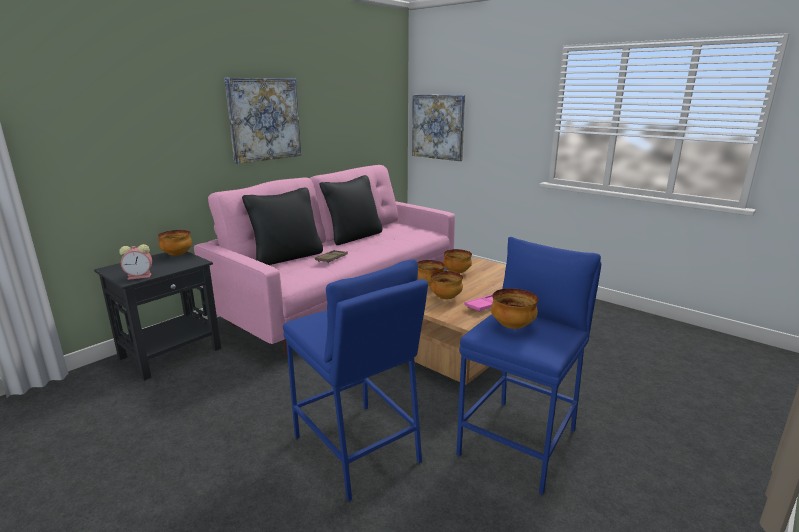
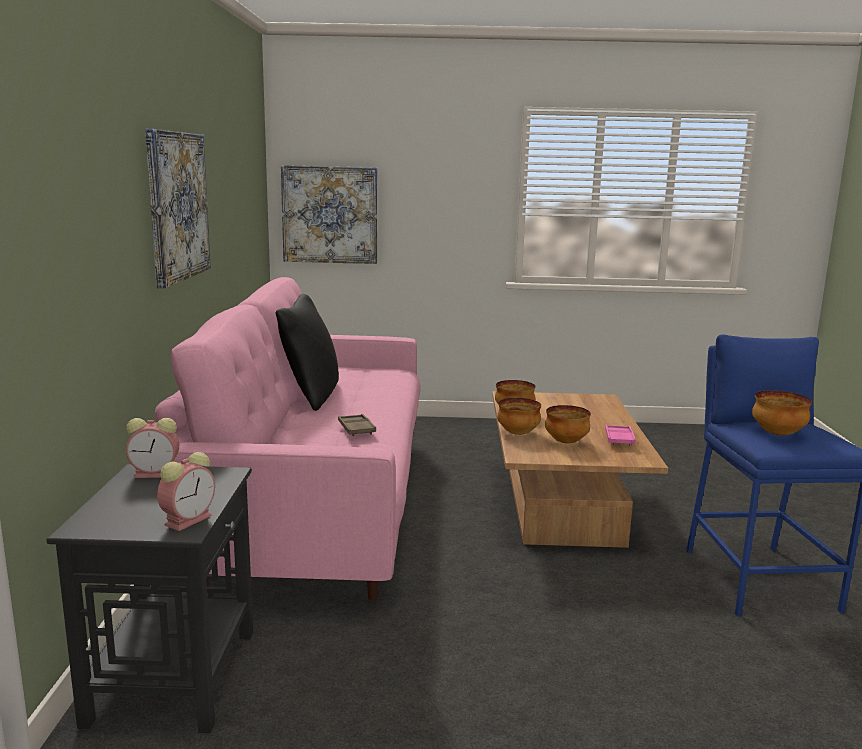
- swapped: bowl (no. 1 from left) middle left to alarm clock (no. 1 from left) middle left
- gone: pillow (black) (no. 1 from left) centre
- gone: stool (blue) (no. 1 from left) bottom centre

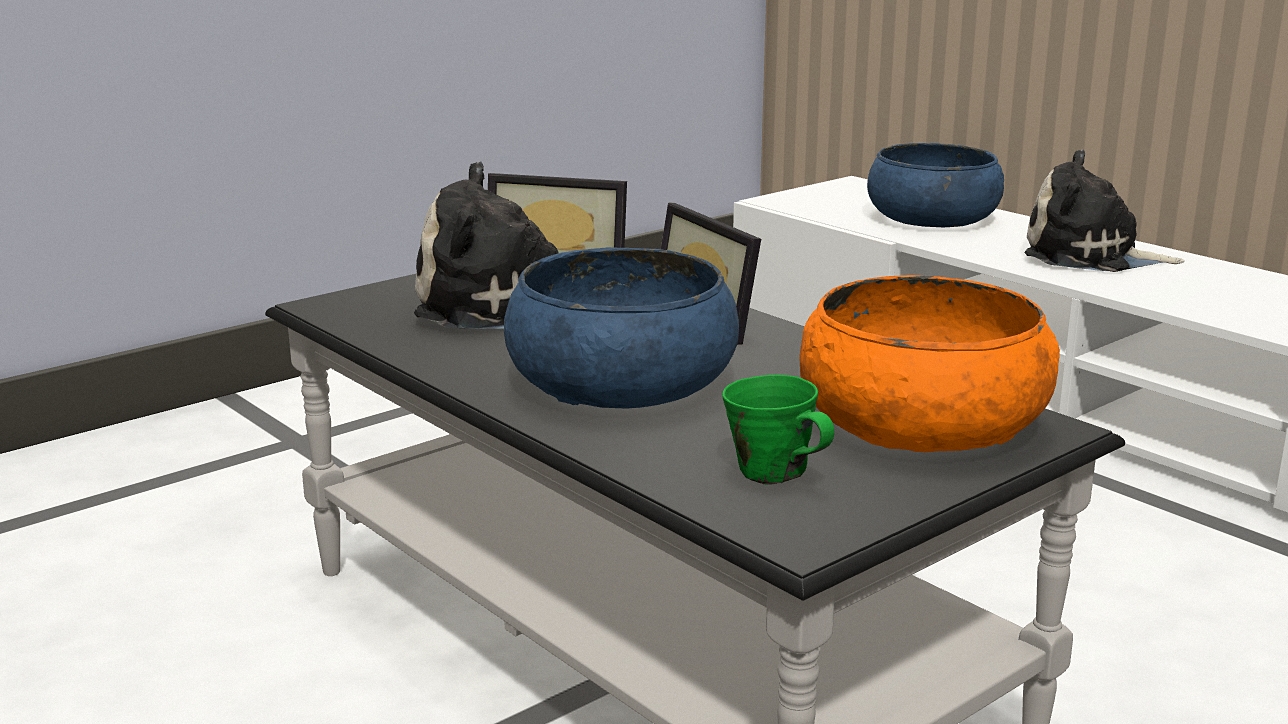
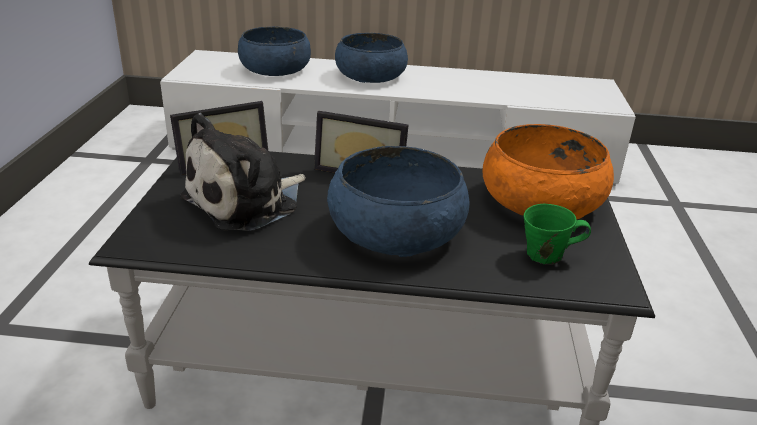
- swapped: plush toy (no. 2 from left) top right to bowl (blue) (no. 2 from left) top centre

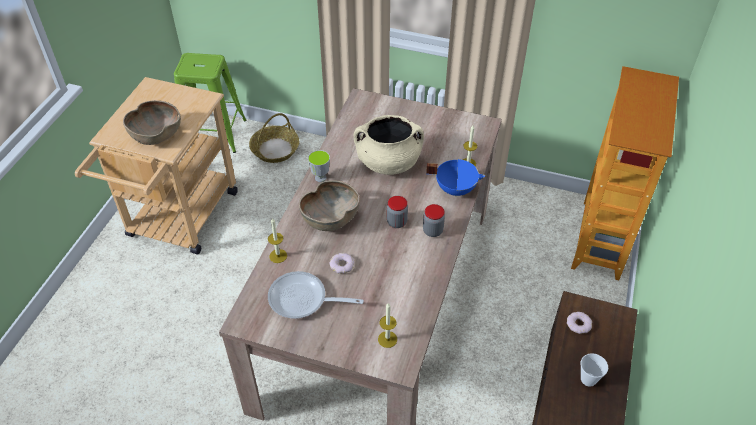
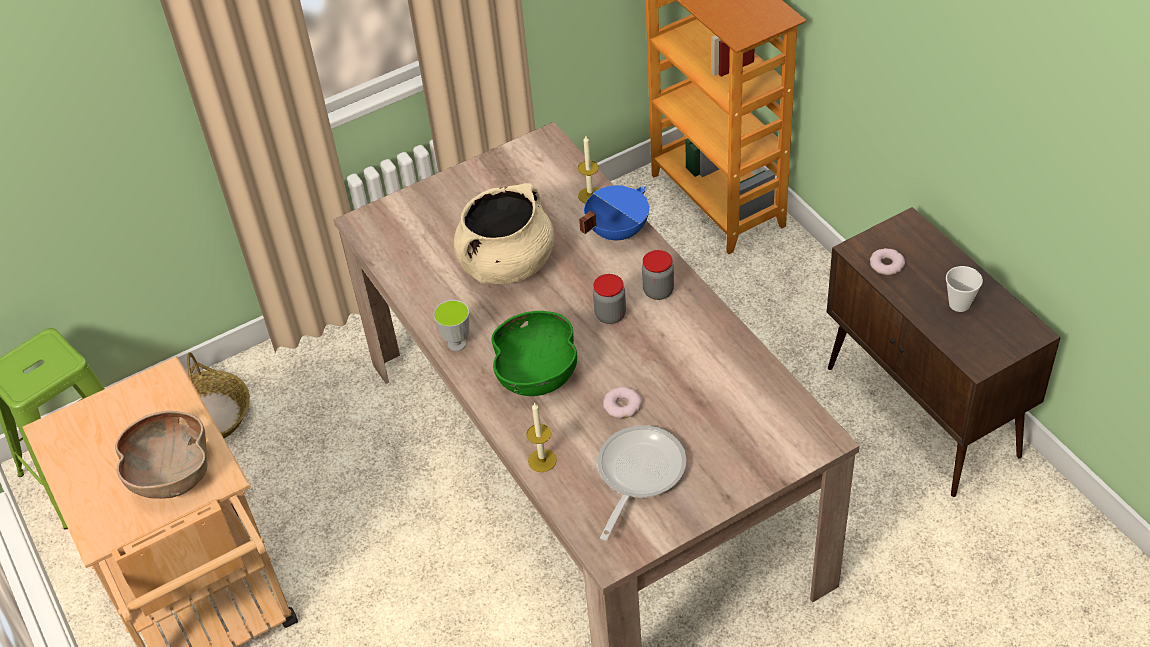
- rotated: frying pan bottom centre = bottom centre 150 degrees clockwise
- repainted: bowl (brown) (no. 2 from left) centre to bowl (green) centre
- gone: candle (no. 2 from left) bottom centre

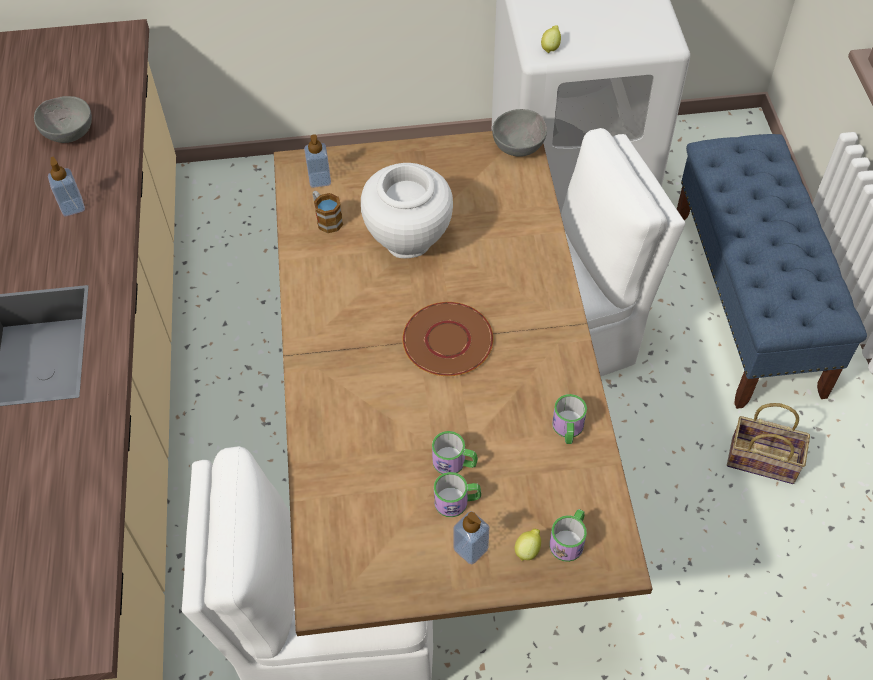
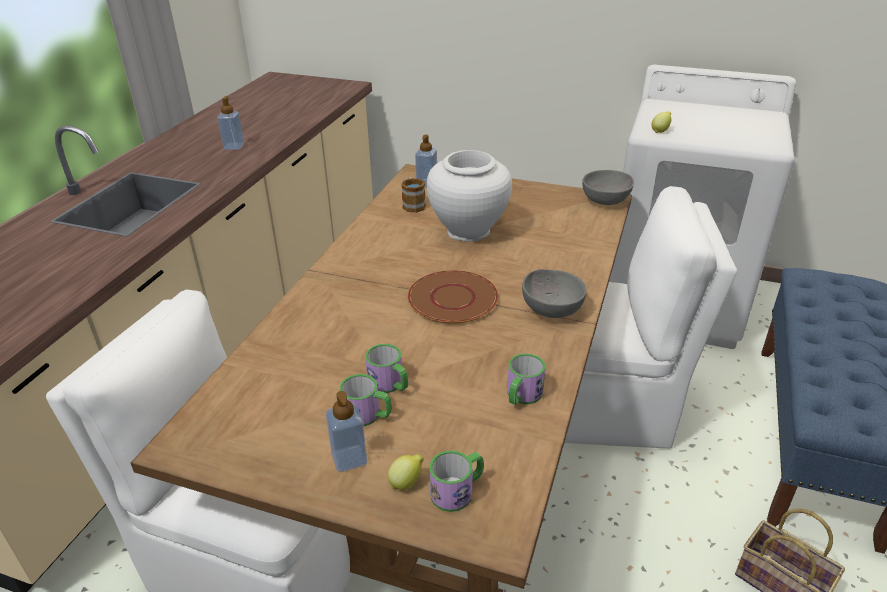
- shifted: bowl (grey) (no. 1 from left) top left to centre

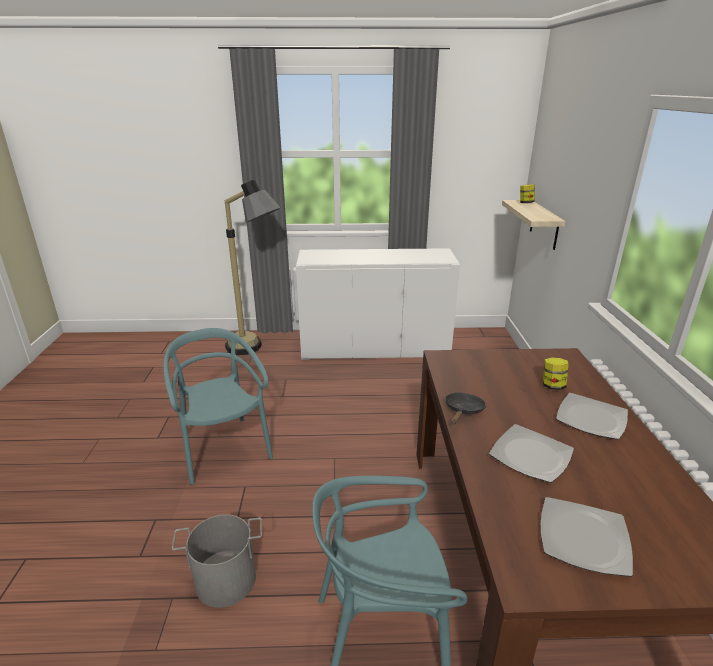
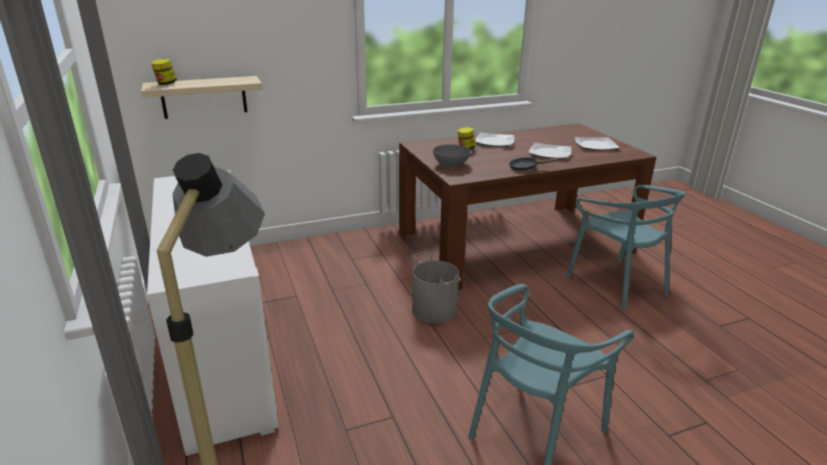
- shifted: bucket (grey) bottom left to centre
- new: bowl (grey) centre

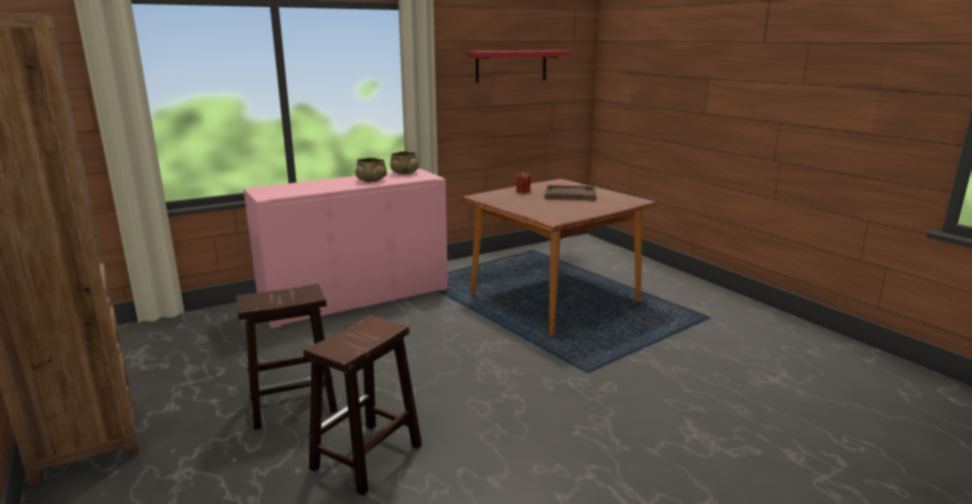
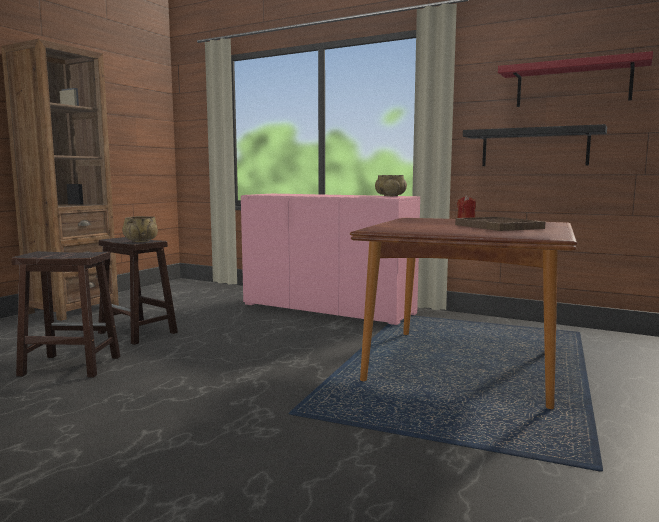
- shifted: bowl (beige) (no. 1 from left) centre to middle left
- new: shelf (black) top right

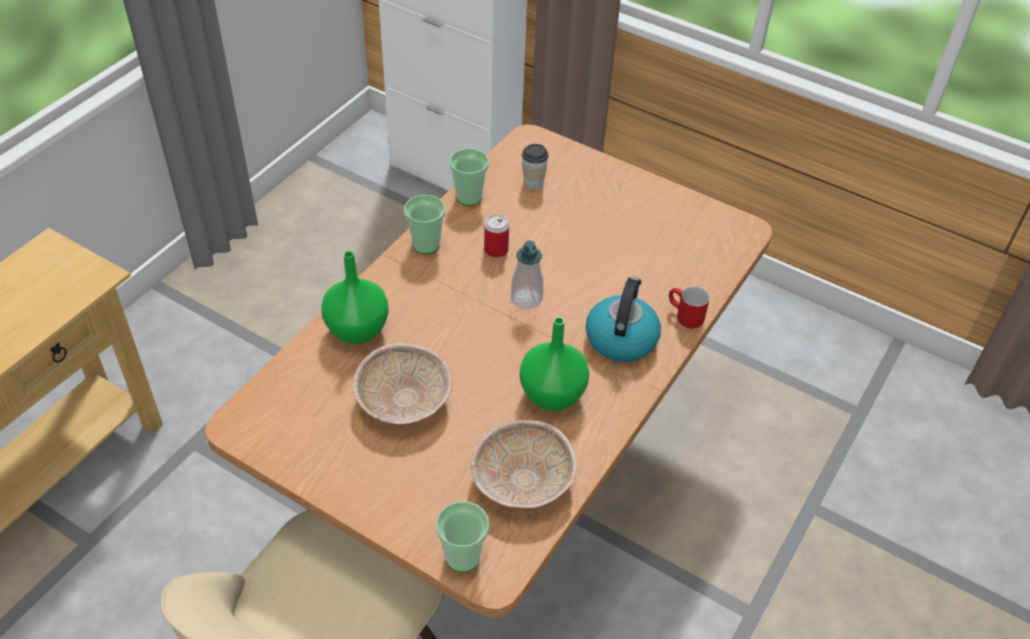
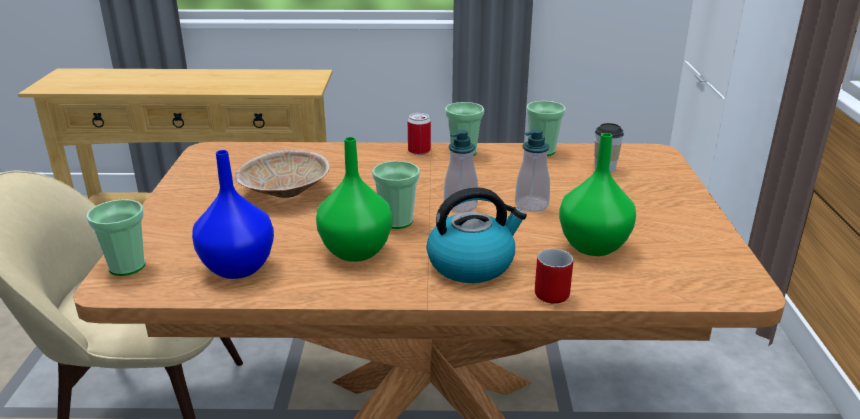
- shifted: vase (green) (no. 1 from left in the first image) centre to vase (green) (no. 2 from left) middle right
- swapped: bowl (beige) (no. 2 from left) bottom centre to vase (blue) middle left
- shifted: can centre to top centre
- new: cup (no. 2 from left) centre
- new: soap dispenser (no. 2 from left) centre

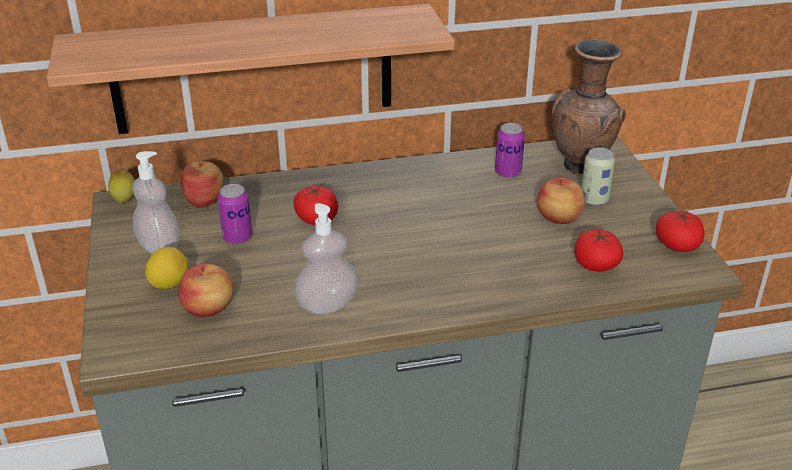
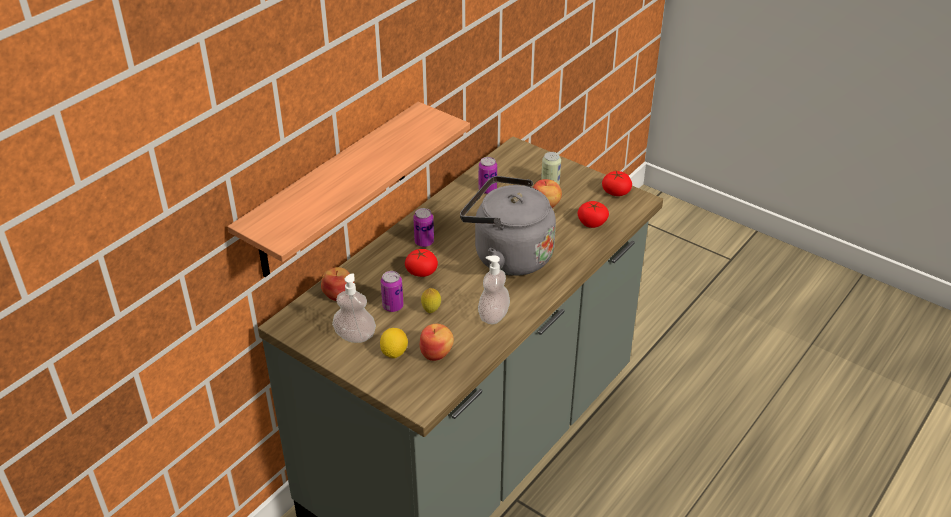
- shifted: lemon (no. 1 from left in the first image) middle left to lemon (no. 2 from left) centre
- gone: vase (brown) top right
- new: can (no. 2 from left) centre
- new: kettle (grey) centre

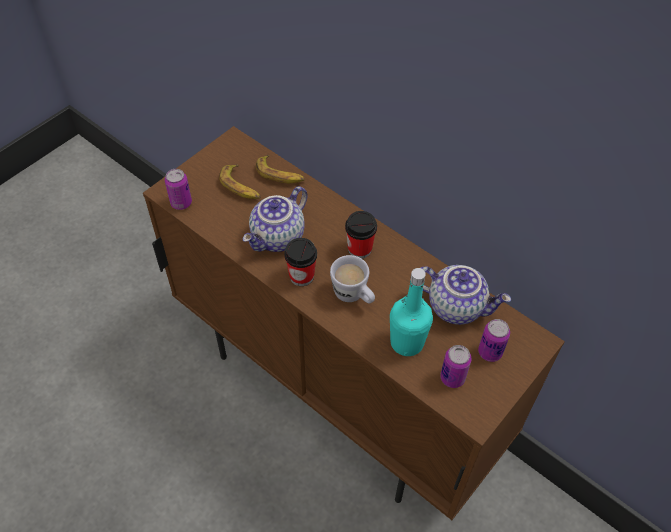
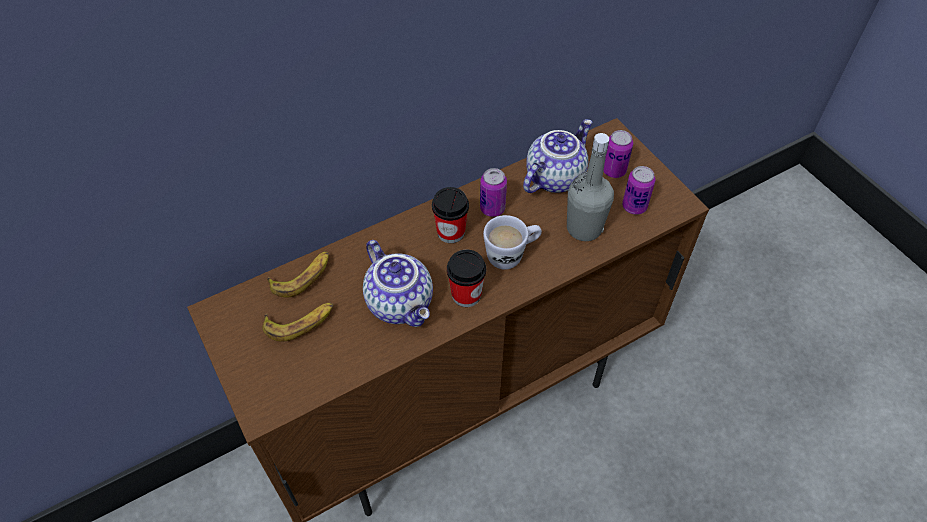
- shifted: can (no. 1 from left) middle left to centre
- repainted: bottle (turquoise) centre to bottle (grey) centre

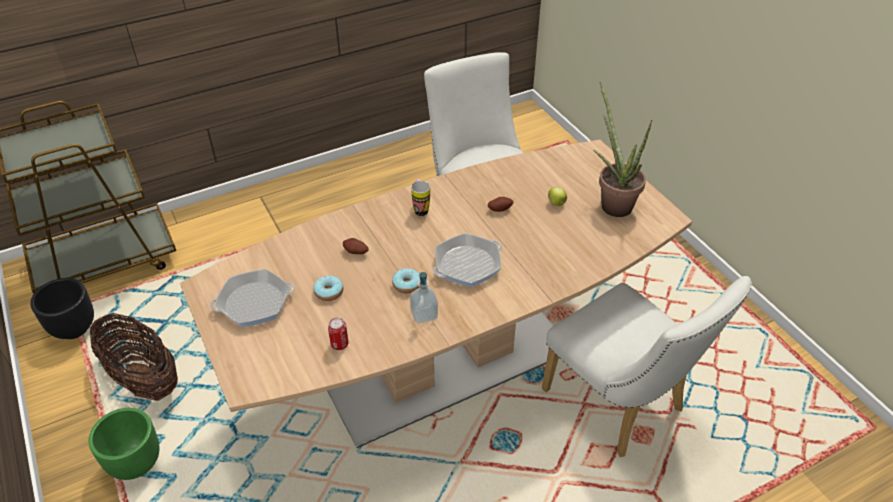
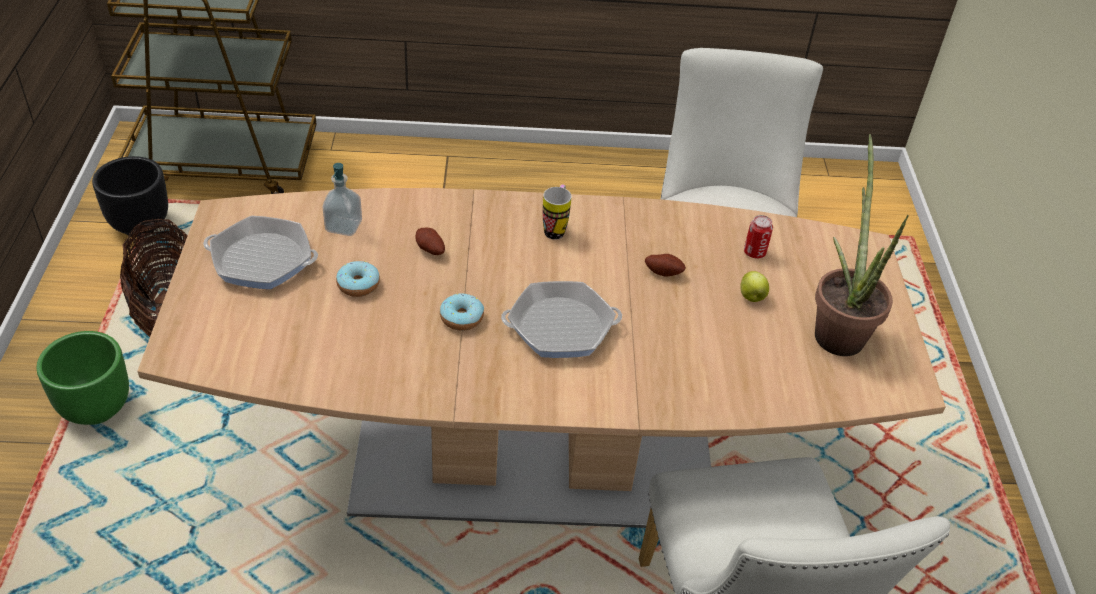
- shifted: can centre to middle right
- shifted: soap dispenser centre to middle left

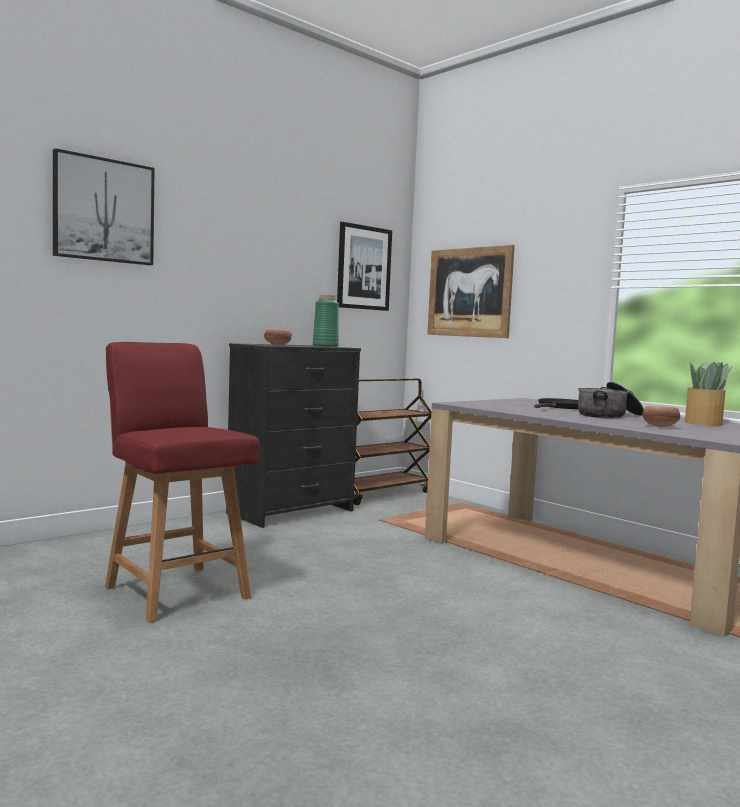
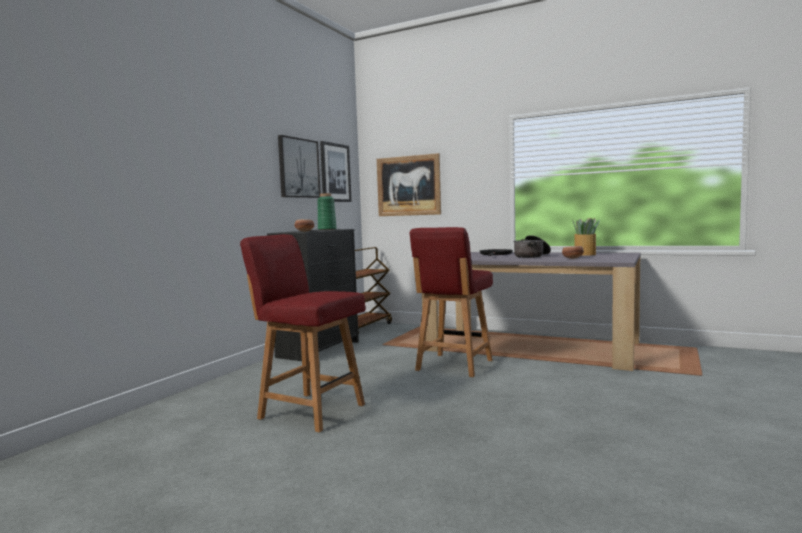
- shifted: picture (no. 1 from left) top left to top centre
- new: chair (red) (no. 2 from left) centre

